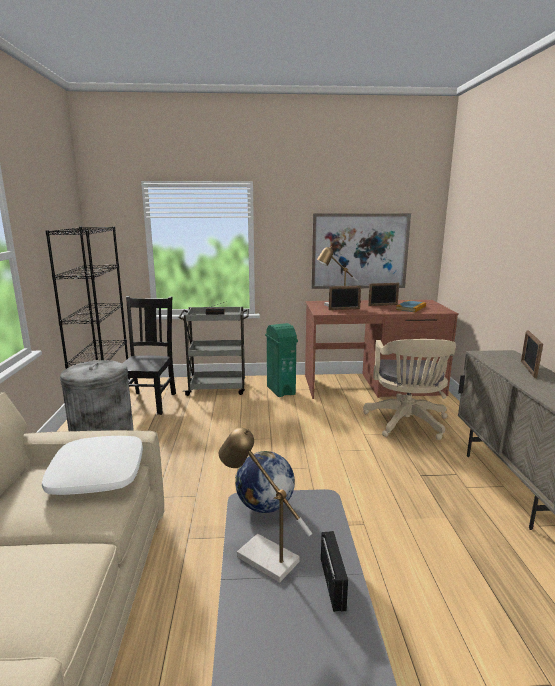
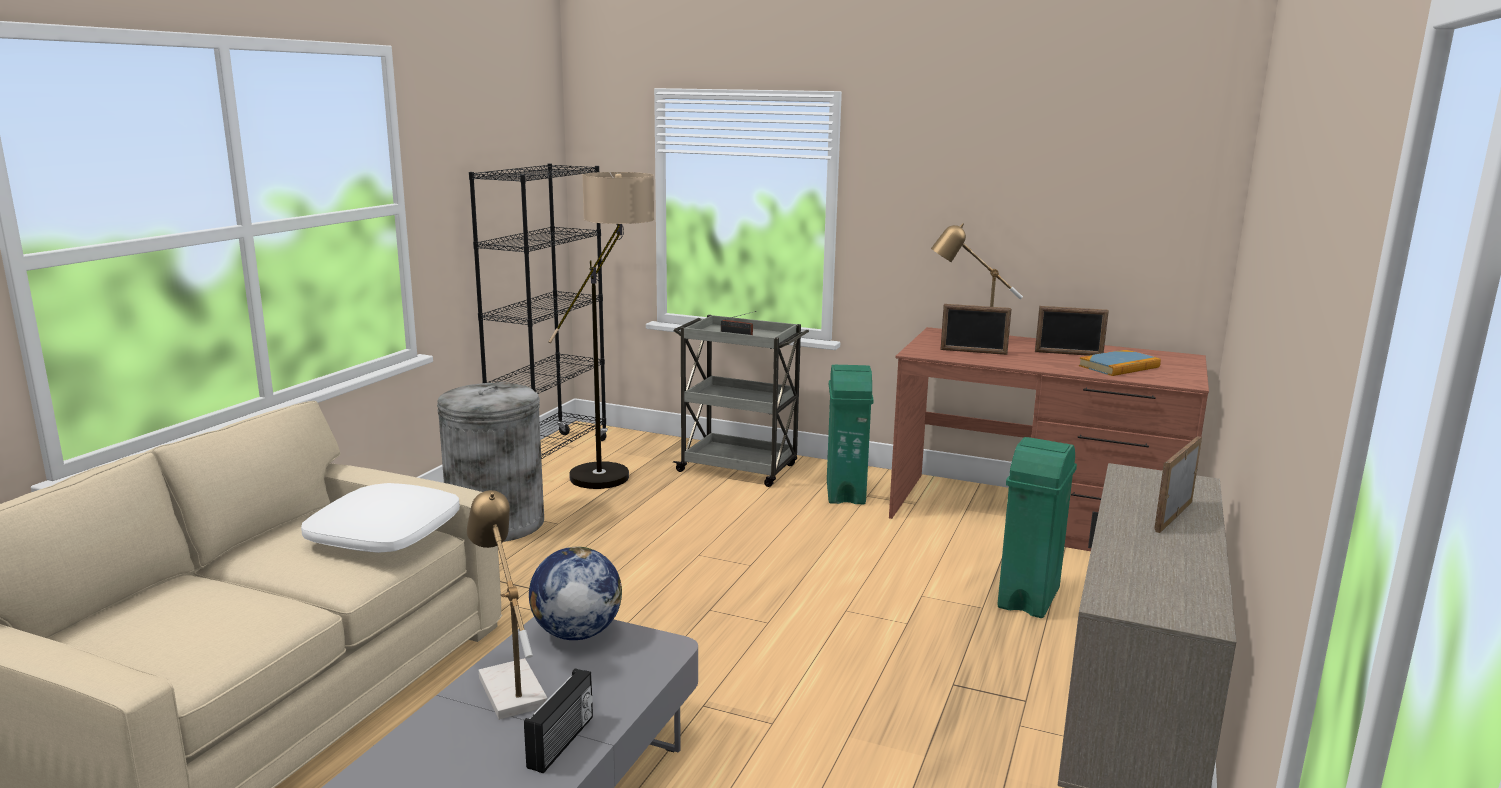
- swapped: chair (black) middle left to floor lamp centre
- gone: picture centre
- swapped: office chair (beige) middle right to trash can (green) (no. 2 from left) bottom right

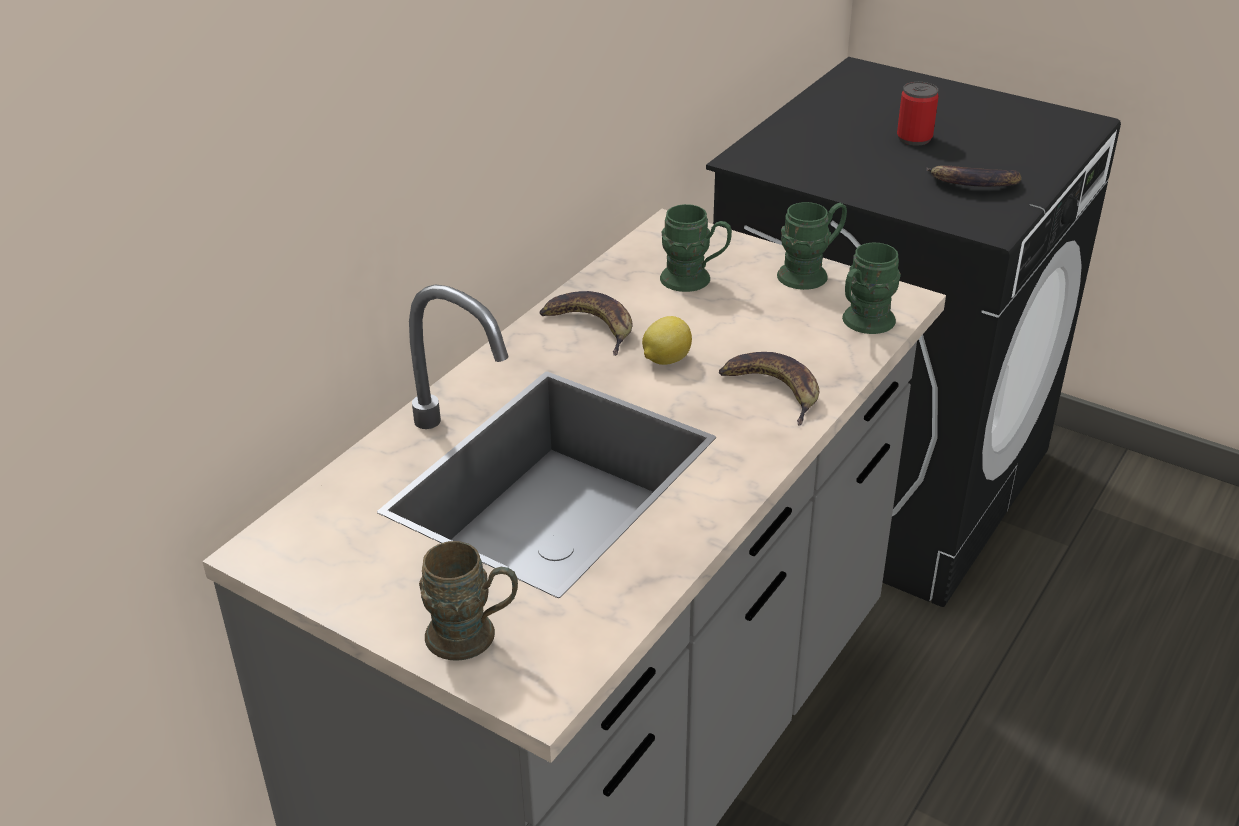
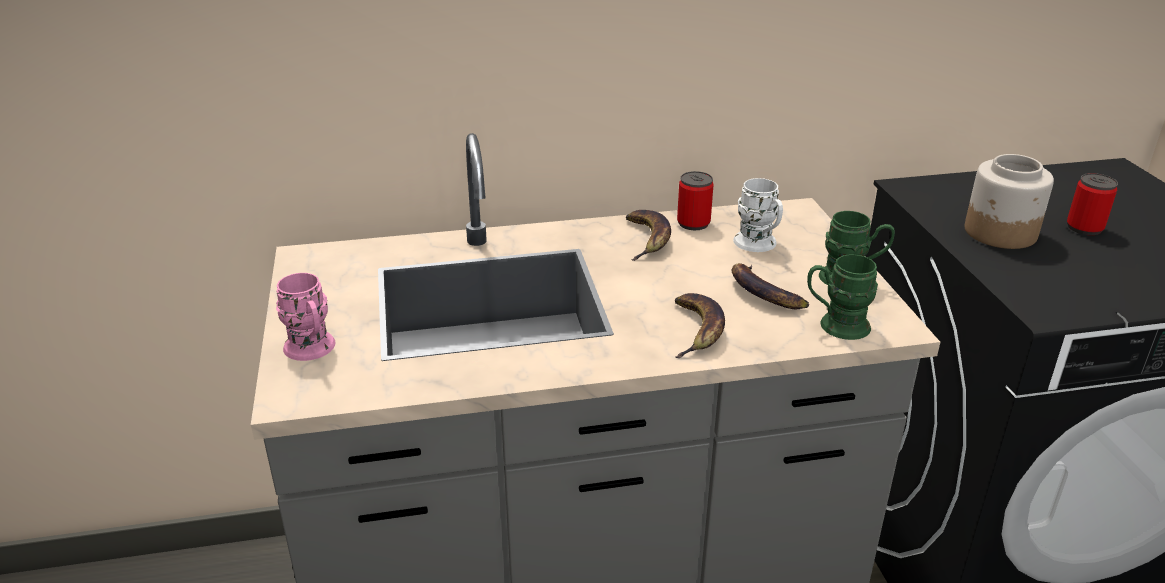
- repainted: mug (brown) bottom centre to mug (pink) middle left
- gone: lemon centre
- repainted: mug (green) (no. 1 from left) top centre to mug (white) centre
- shifted: banana (no. 3 from left) top right to centre
- new: can (no. 1 from left) centre
- new: jar middle right

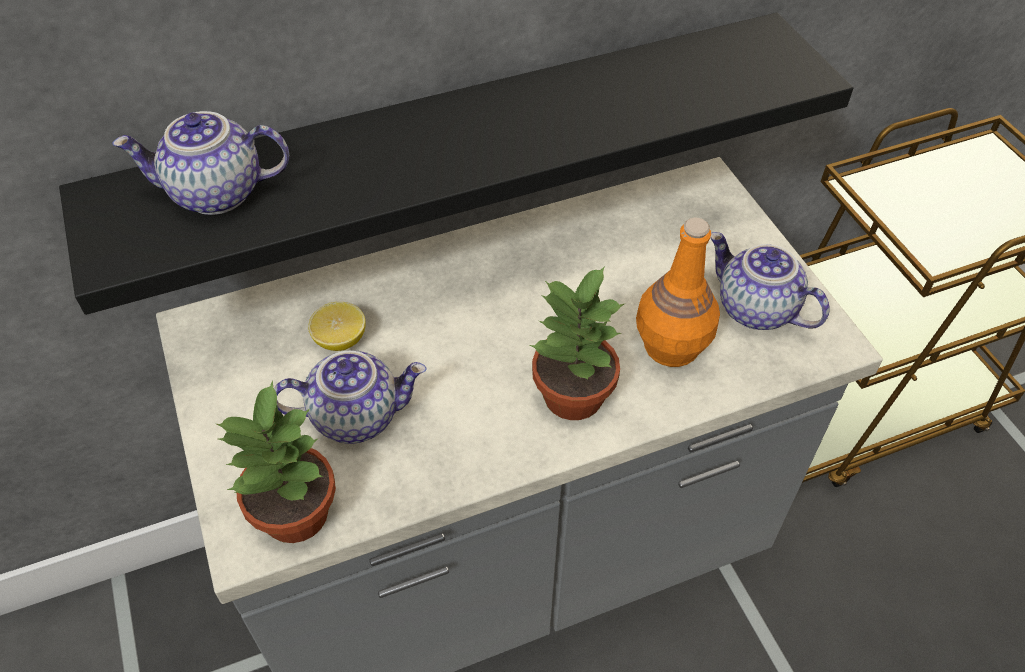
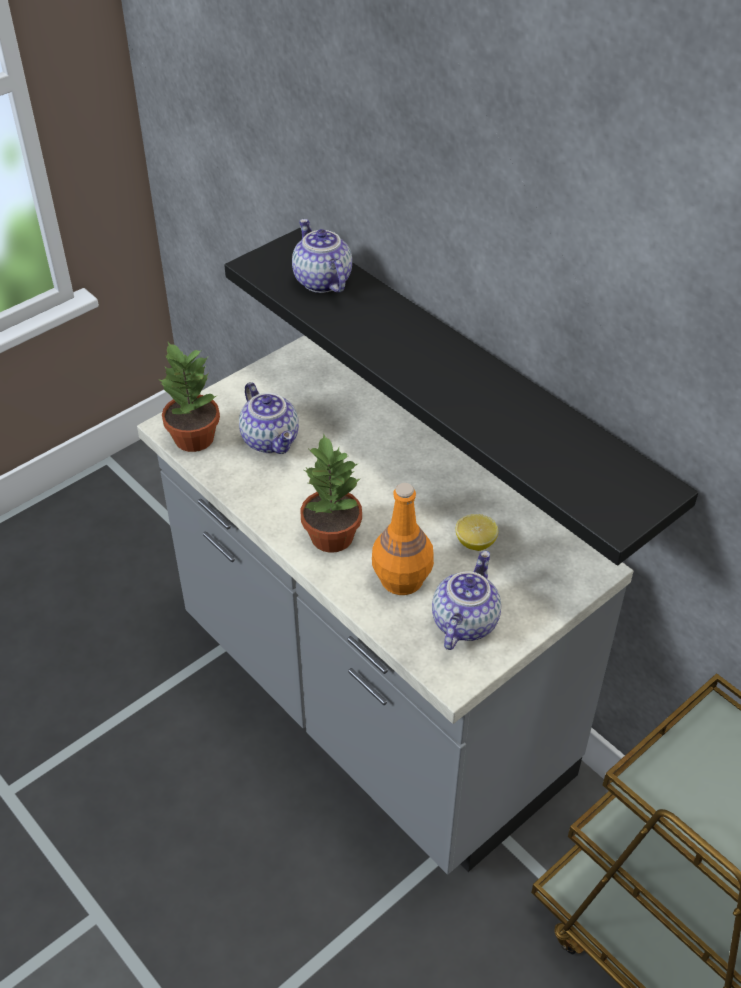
- shifted: lemon middle left to centre

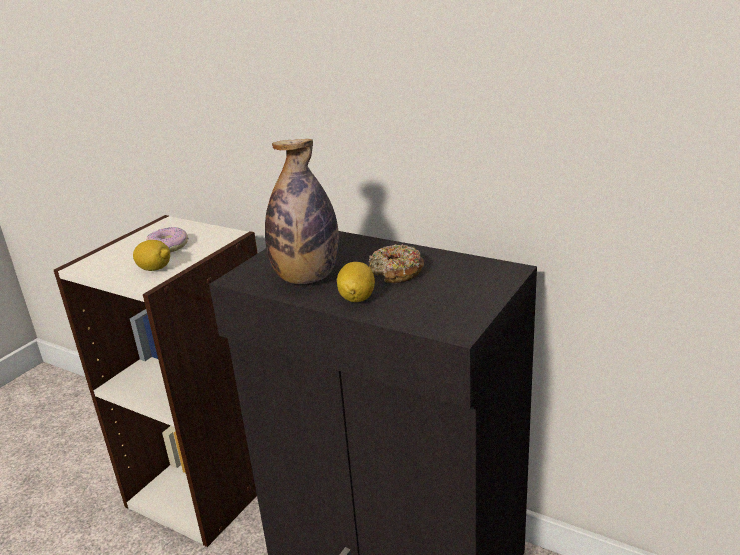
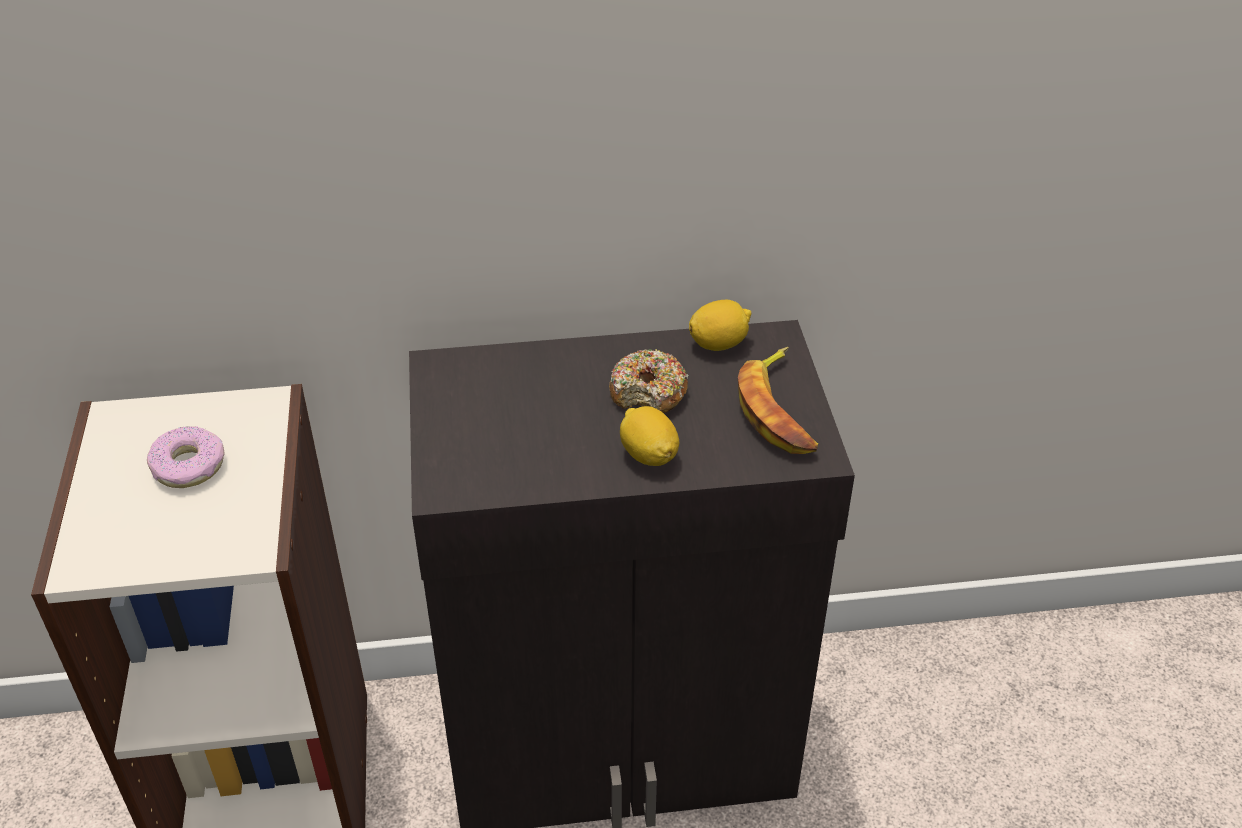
- shifted: lemon (no. 1 from left in the first image) middle left to lemon (no. 2 from left) centre
- gone: bottle centre
- new: banana centre

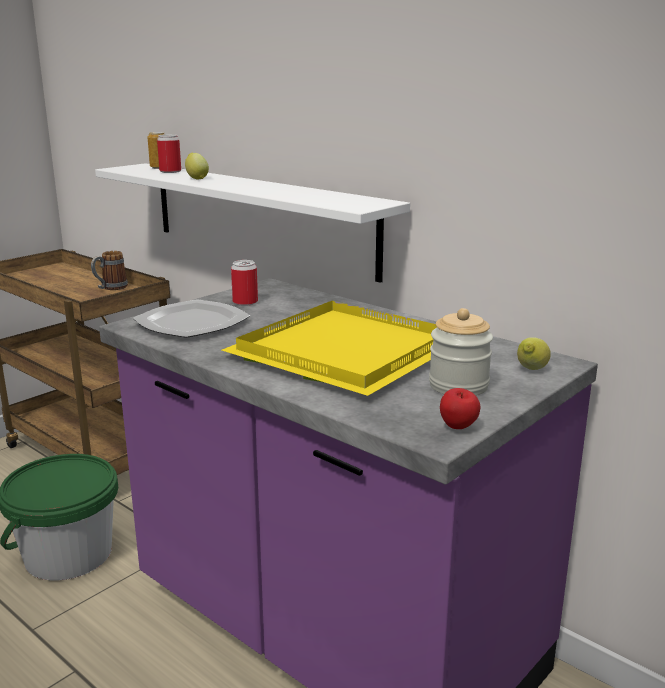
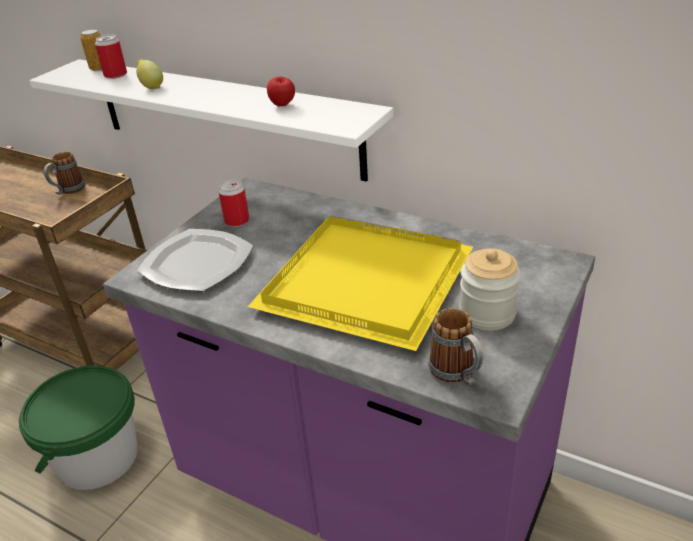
- shifted: apple middle right to top centre
- gone: lemon (no. 2 from left) middle right
- new: mug (no. 2 from left) centre

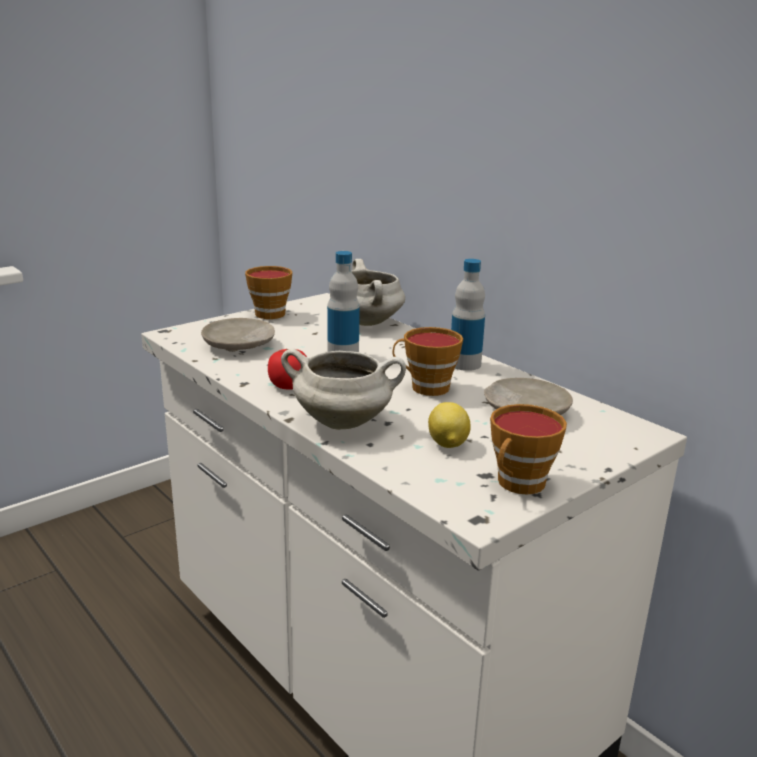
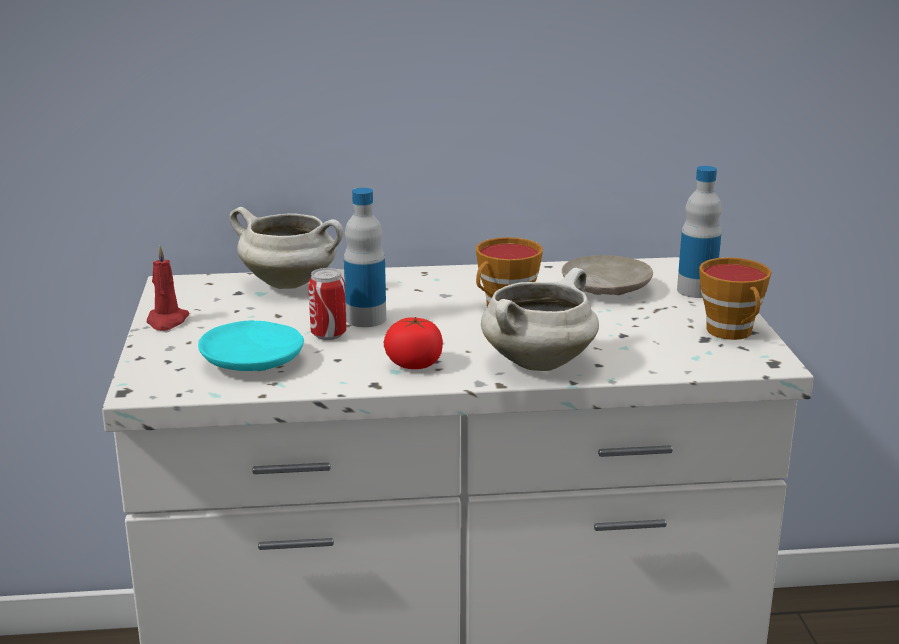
- repainted: plate (beige) (no. 1 from left) middle left to plate (turquoise) middle left
- swapped: cup (no. 1 from left) centre to candle (red) middle left
- gone: lemon centre
- shifted: bottle (no. 2 from left) centre to middle right
- new: can centre

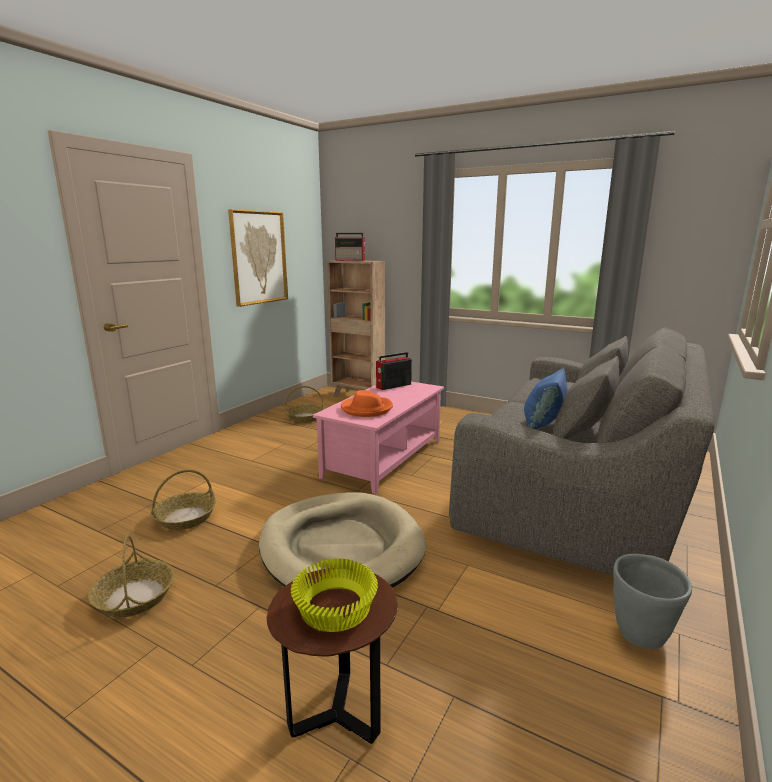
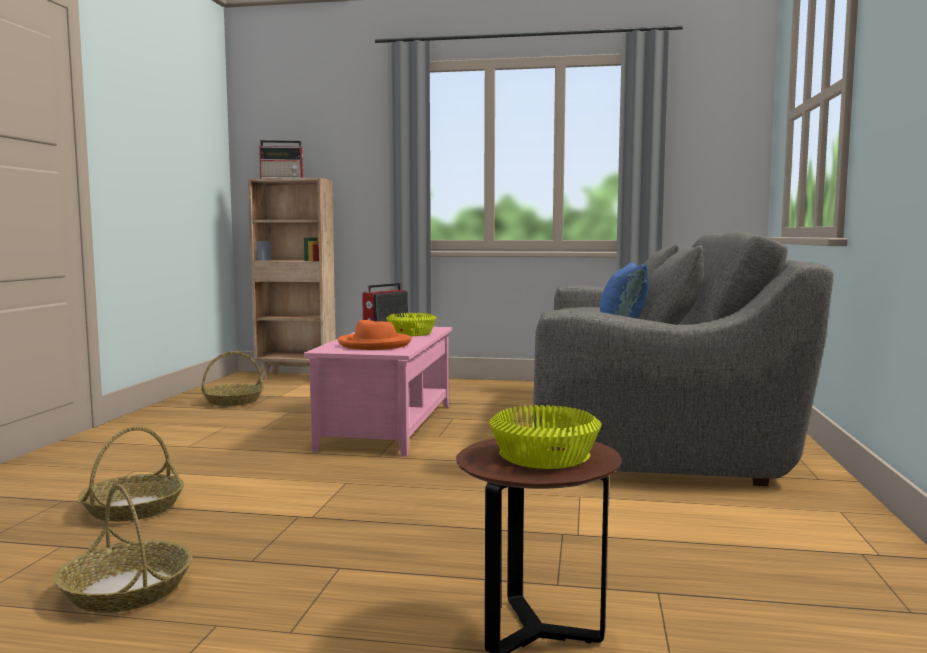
- gone: picture top centre
- gone: dog bed (beige) bottom centre
- gone: planter (grey) bottom right
- new: bowl (yellow) (no. 1 from left) centre

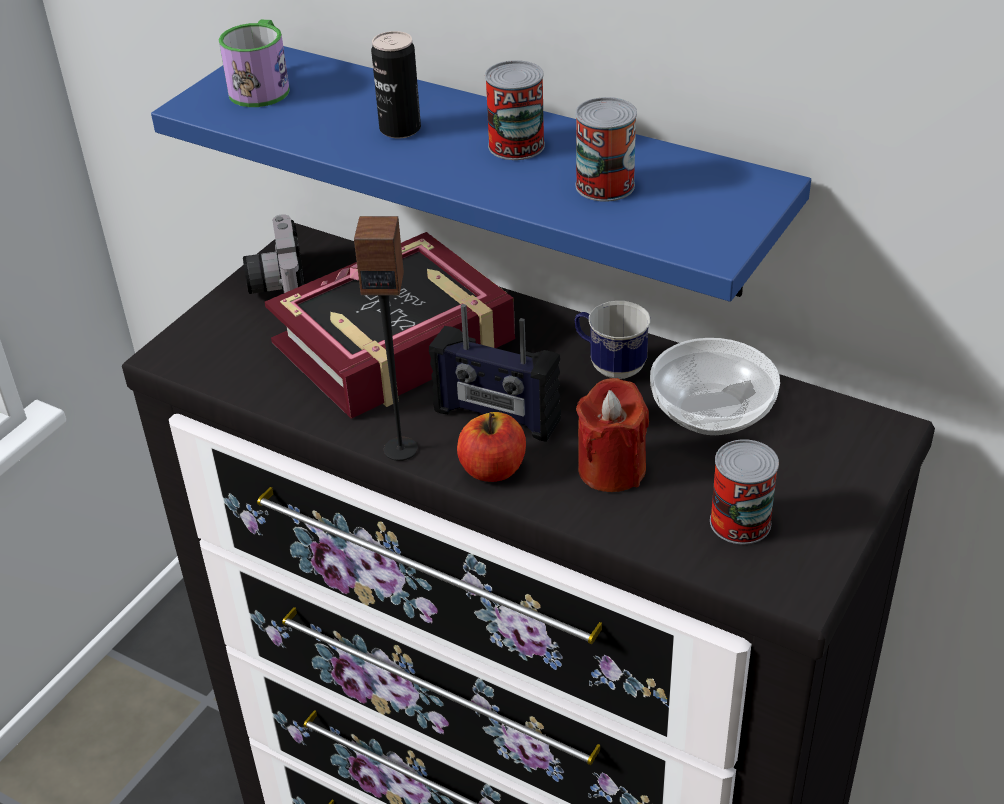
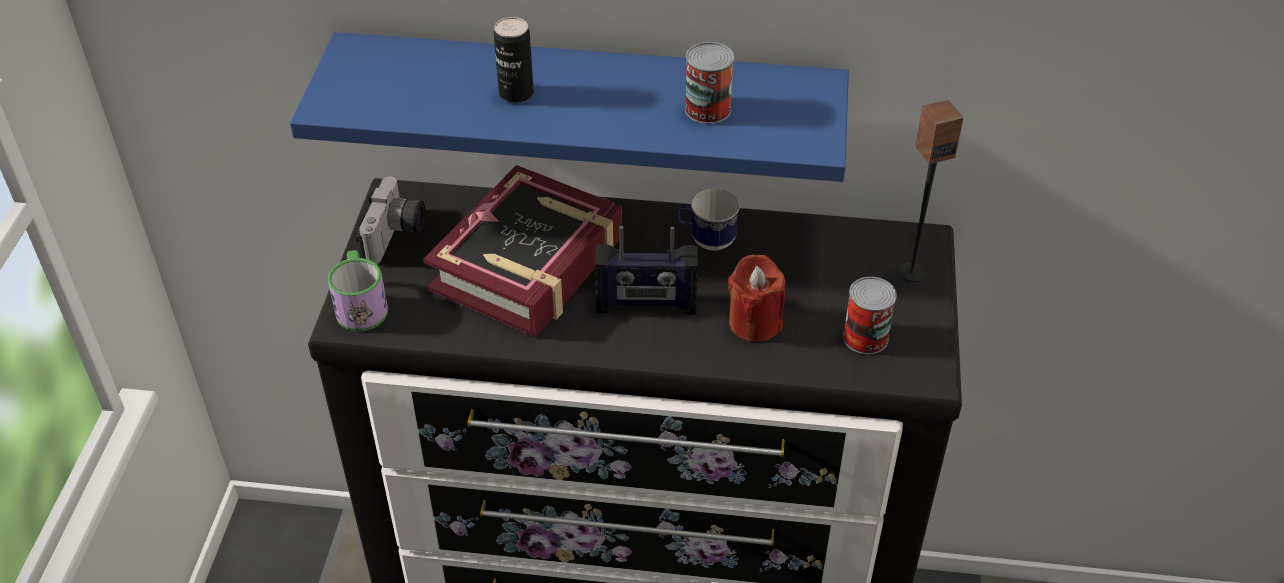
- shifted: mug (no. 1 from left) top left to middle left
- rotated: photo camera top left = middle left 135 degrees counterclockwise
- shifted: speaker centre to top right
- gone: apple centre
- gone: can (no. 2 from left) top centre
- gone: bowl middle right

